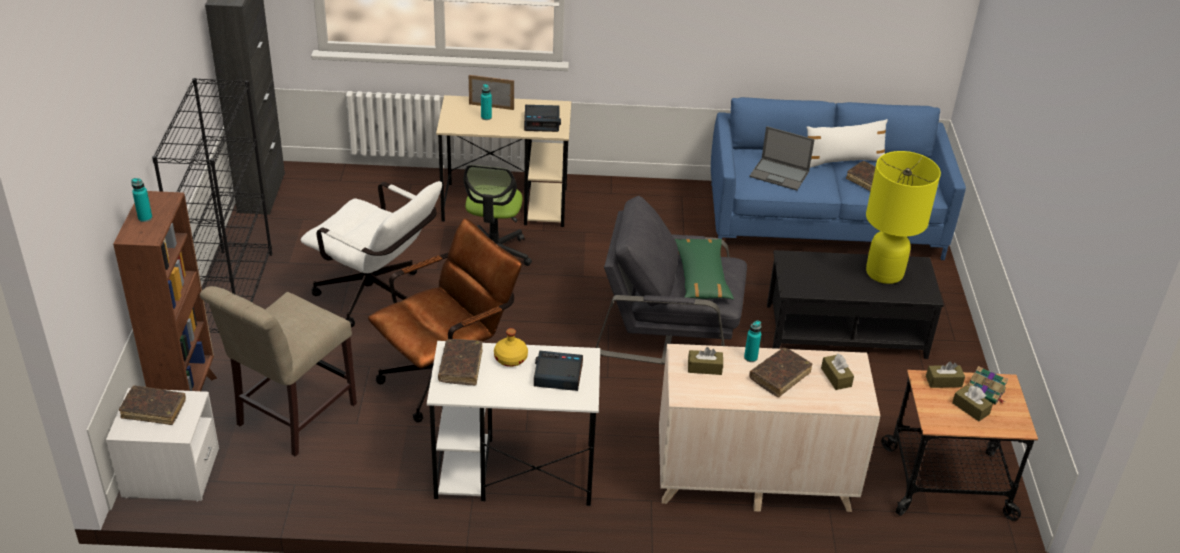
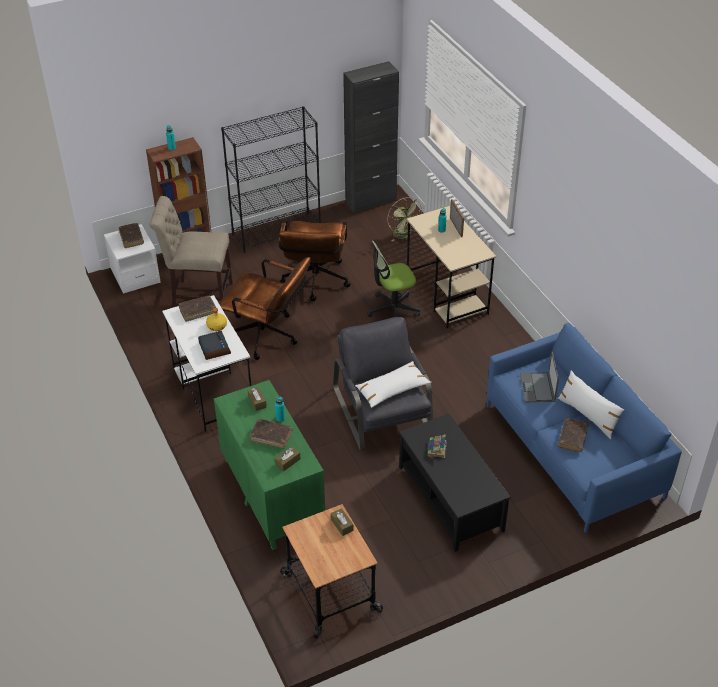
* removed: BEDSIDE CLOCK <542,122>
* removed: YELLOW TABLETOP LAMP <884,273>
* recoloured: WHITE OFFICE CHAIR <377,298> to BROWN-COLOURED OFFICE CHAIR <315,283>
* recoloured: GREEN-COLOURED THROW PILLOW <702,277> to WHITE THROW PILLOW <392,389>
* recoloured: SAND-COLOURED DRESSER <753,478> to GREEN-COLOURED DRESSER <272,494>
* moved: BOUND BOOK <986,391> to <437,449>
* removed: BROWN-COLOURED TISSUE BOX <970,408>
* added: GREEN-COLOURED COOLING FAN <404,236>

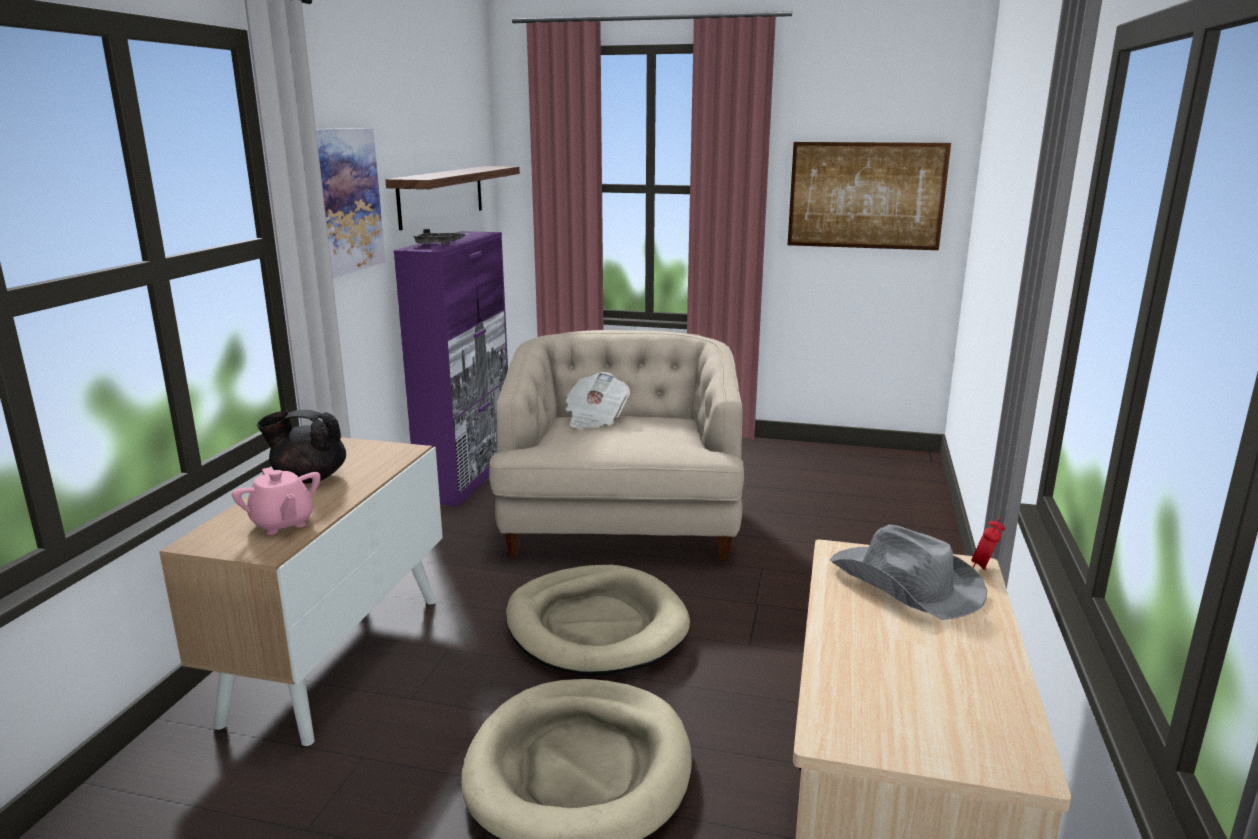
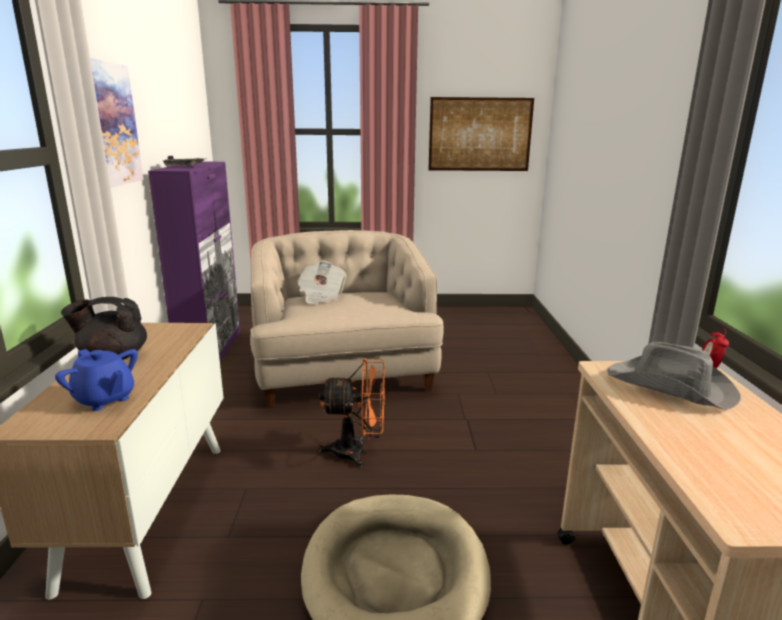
* removed: SHELF <442,195>
* recoloured: PINK-COLOURED POT FOR TEA <282,523> to BLUE POT FOR TEA <104,399>
* replaced: SAND-COLOURED DOG CUSHION <596,626> to ORANGEY COOLING FAN <357,452>

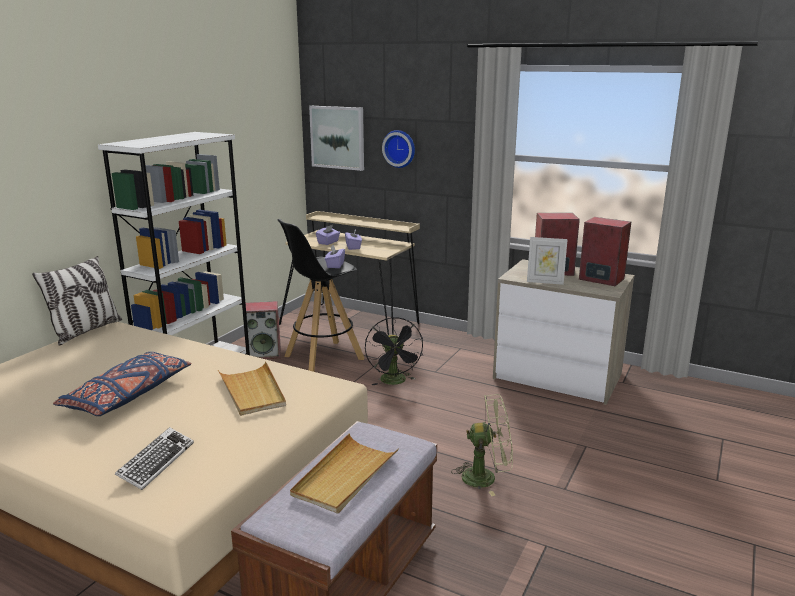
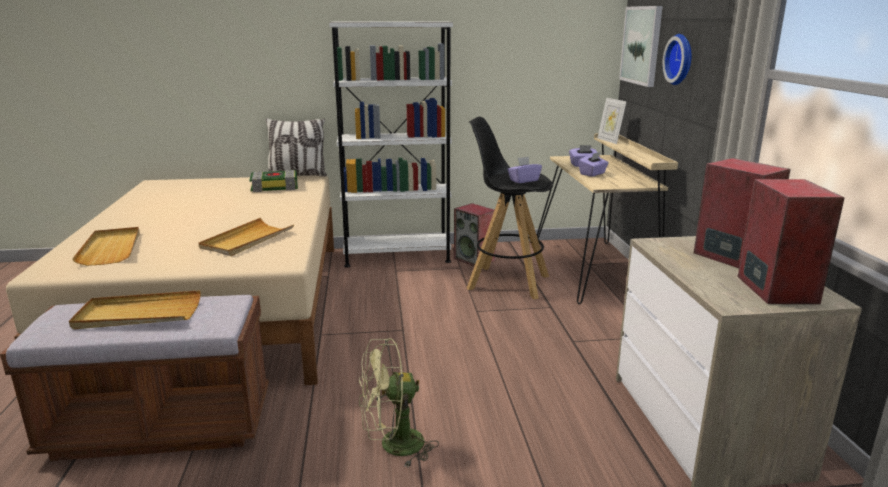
* moved: PICTURE FRAME <545,282> to <609,141>
* removed: BLACKISH COOLING FAN <395,382>
* removed: BLUE THROW PILLOW <128,395>
* turned: GREEN-COLOURED COOLING FAN <486,477> = <393,446> 105 degrees clockwise
* replaced: KEYBOARD <156,462> to SAND-COLOURED CARRYING TRAY <111,249>
* added: BOUND BOOK <275,186>

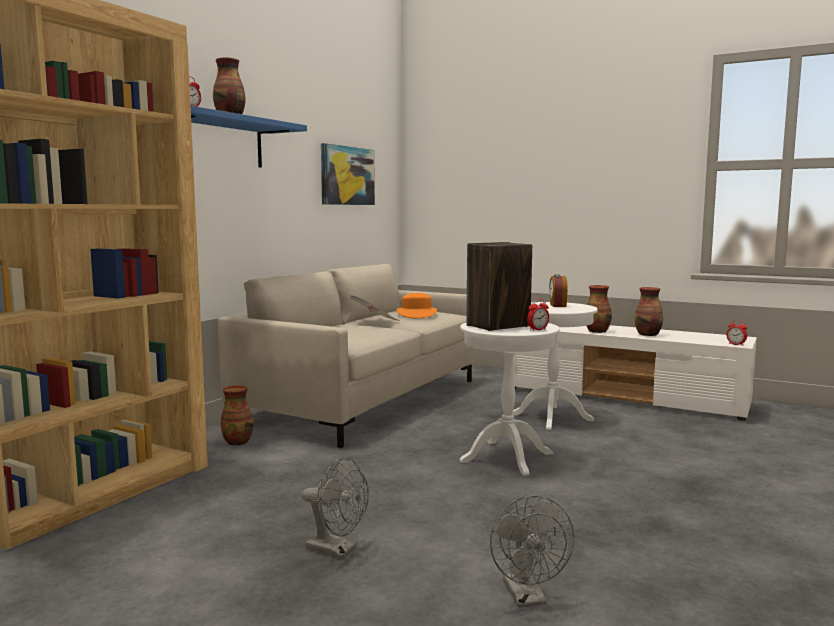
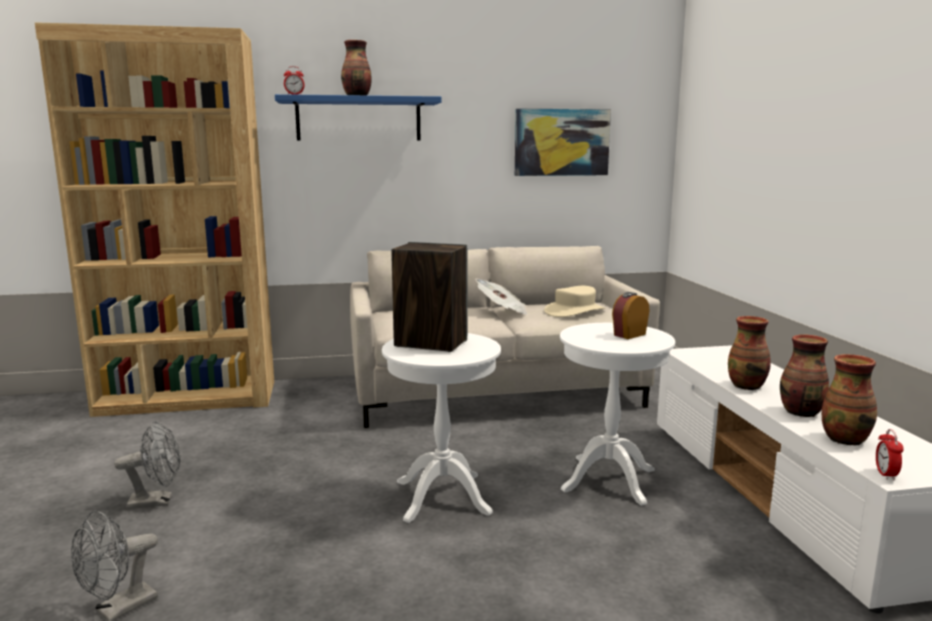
* recoloured: ORANGEY HAT <416,314> to SAND-COLOURED HAT <574,311>
* removed: BEDSIDE CLOCK <537,330>
* moved: FLOWER VASE <238,442> to <845,439>
* turned: GRAY COOLING FAN <337,550> = <157,501> 90 degrees counterclockwise

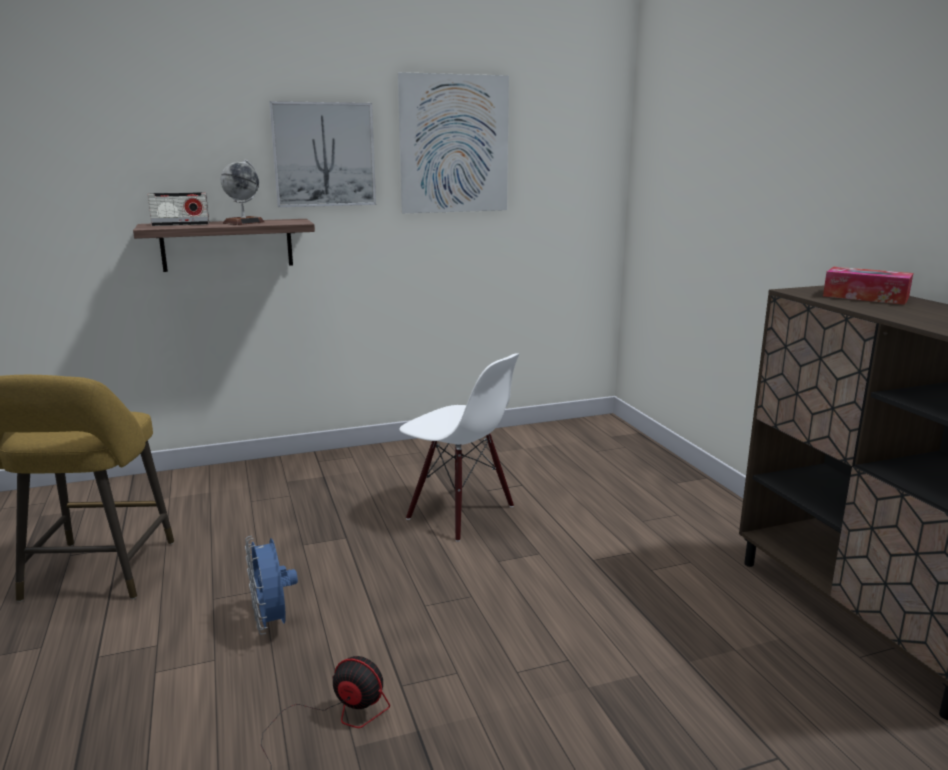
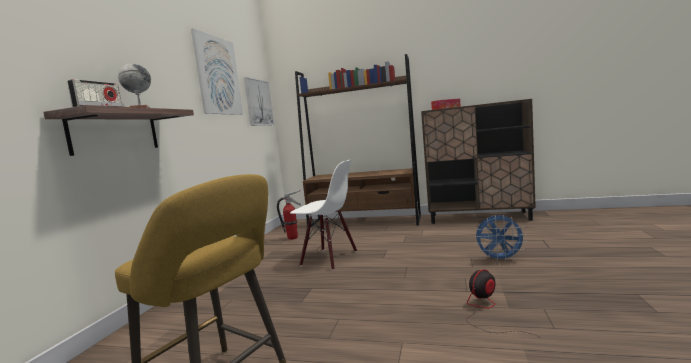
* moved: PICTURE <324,155> to <258,102>
* turned: WHITE UPRIGHT CHAIR <460,513> = <329,258> 45 degrees clockwise
* moved: BLUE COOLING FAN <272,623> to <500,259>
* added: BROWN-COLOURED SHELVING UNIT <364,222>
* added: FIRE EXTINGUISHER <293,238>

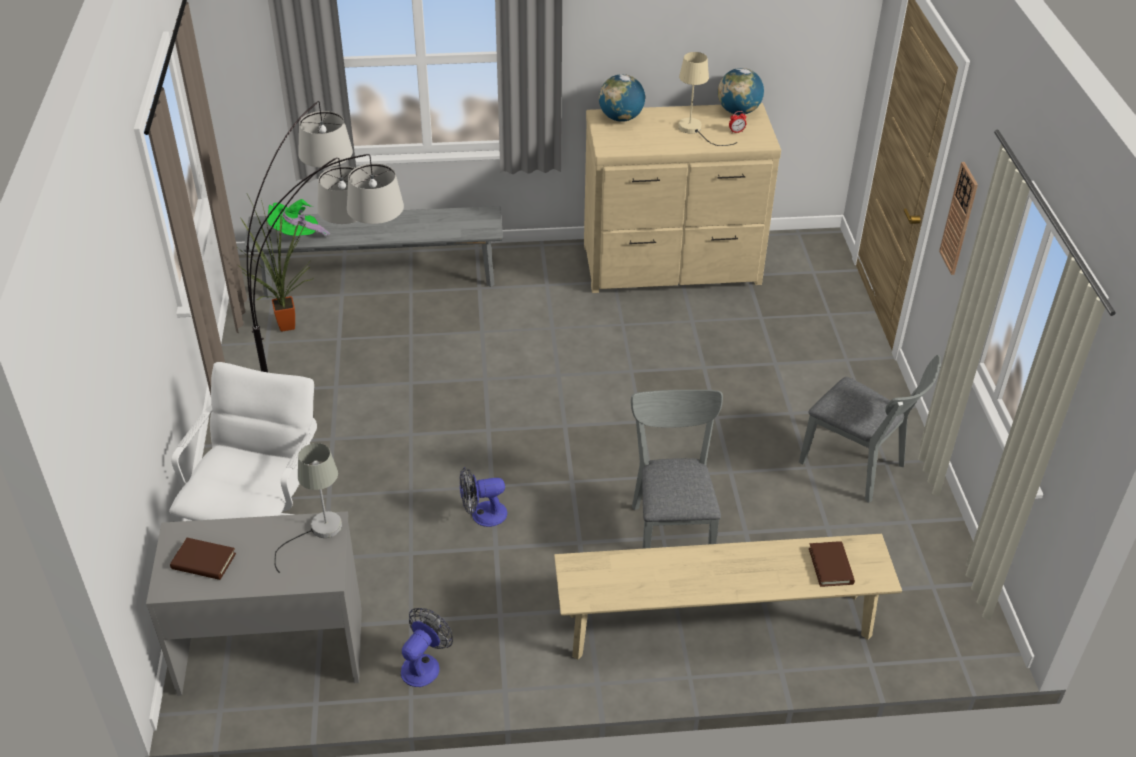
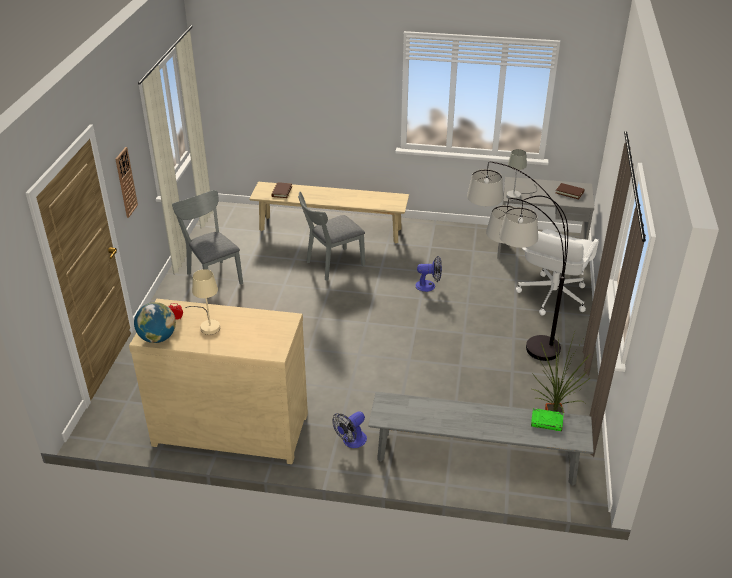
* removed: GLOBE <621,118>
* replaced: GREEN-COLOURED HAT <297,236> to GREEN-COLOURED BOUND BOOK <547,422>
* turned: GRAY UPRIGHT CHAIR <671,530> = <331,265> 45 degrees clockwise
* moved: COOLING FAN <424,664> to <351,441>

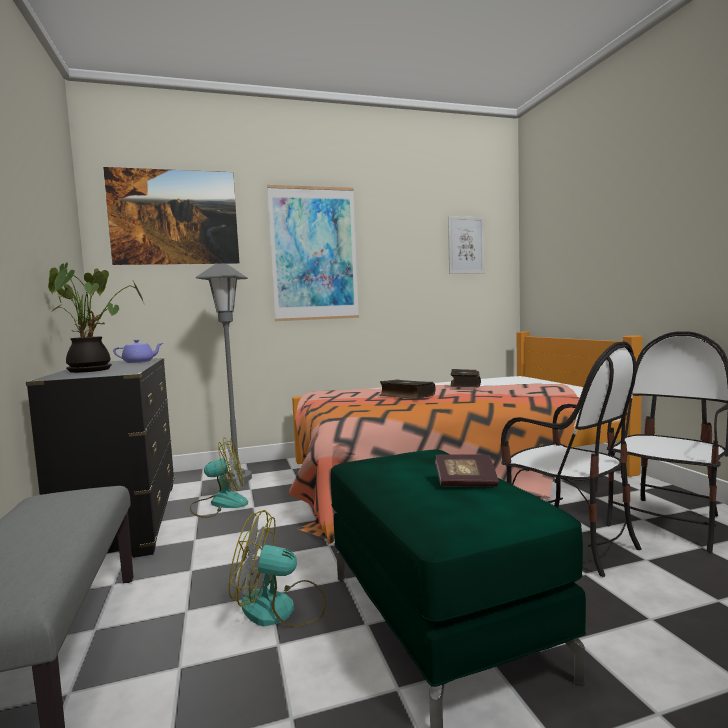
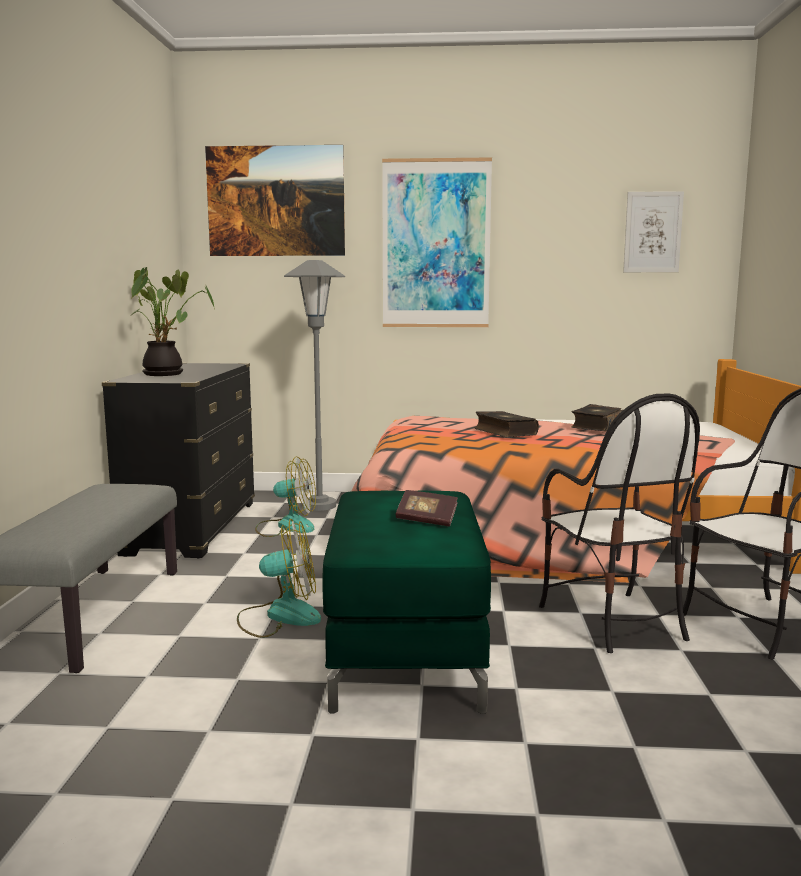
* removed: PURPLE-COLOURED POT FOR TEA <139,362>
* turned: COOLING FAN <281,608> = <280,616> 150 degrees clockwise

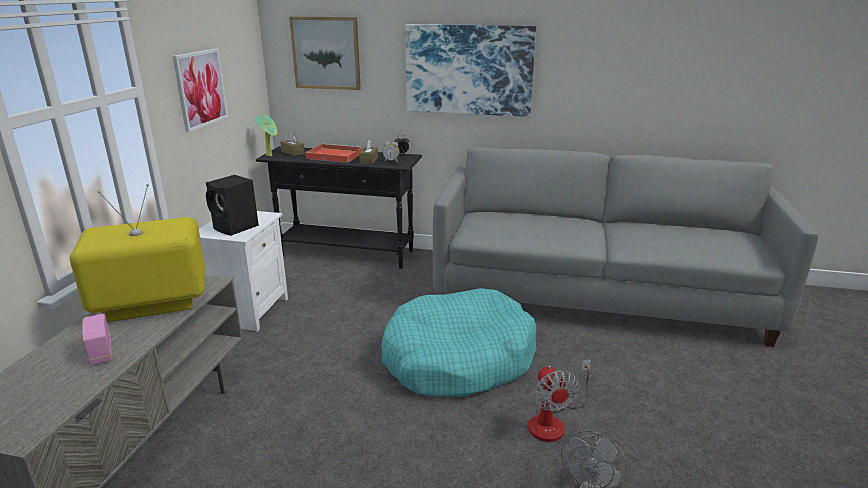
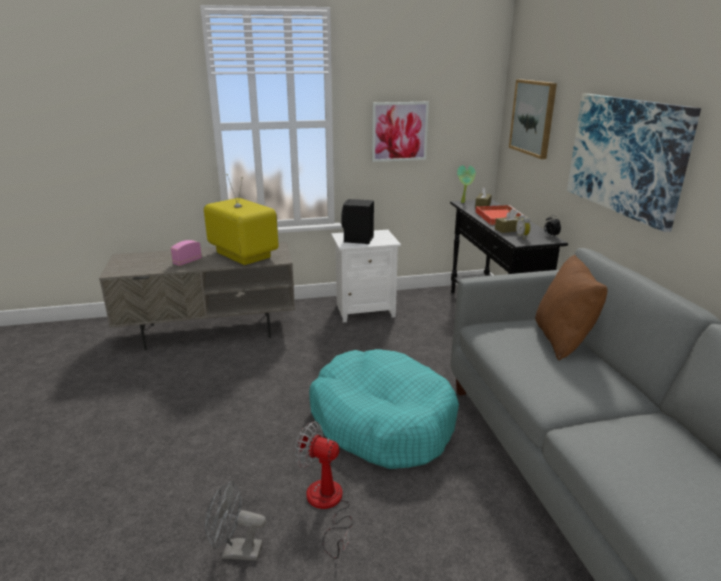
* turned: COOLING FAN <553,421> = <327,505> 60 degrees clockwise
* added: BROWN-COLOURED THROW PILLOW <563,340>

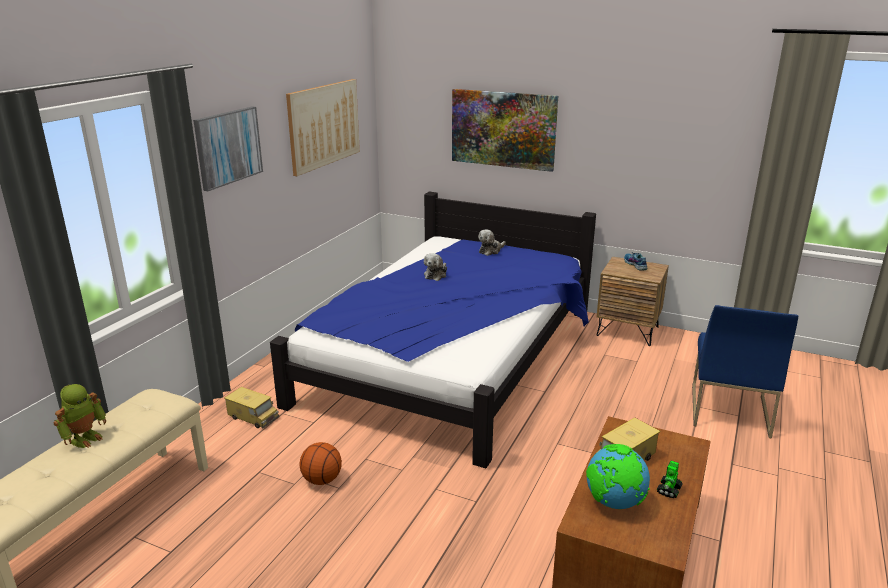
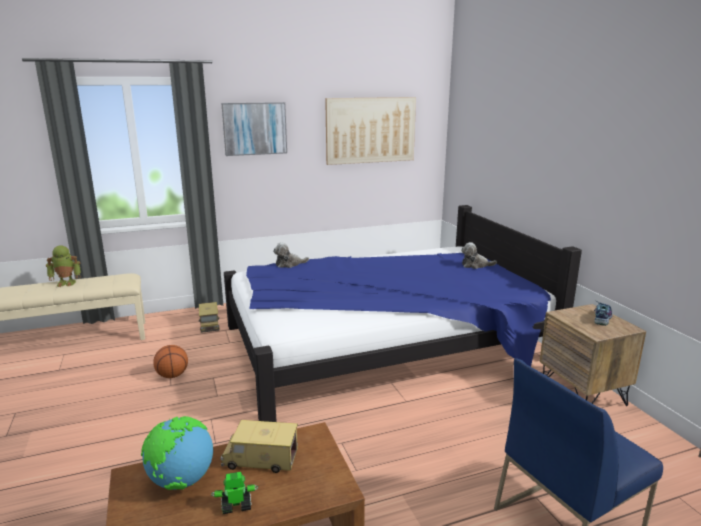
* removed: PICTURE <503,129>
* moved: PLUSH TOY <436,275> to <289,264>

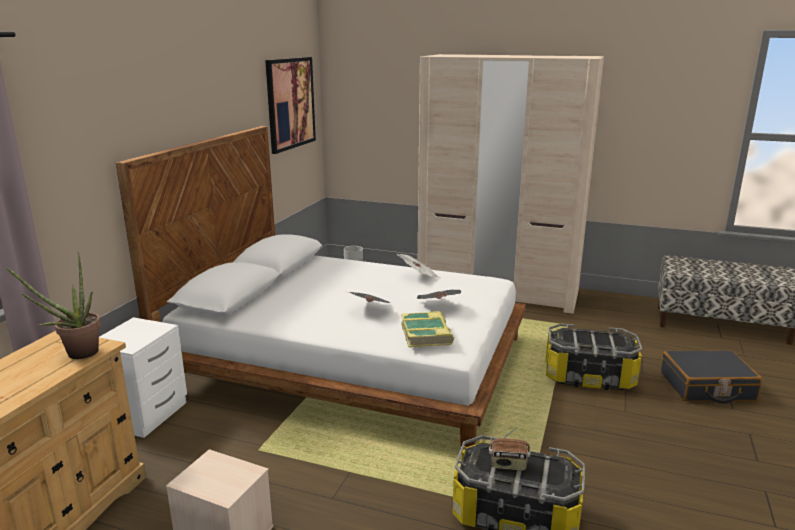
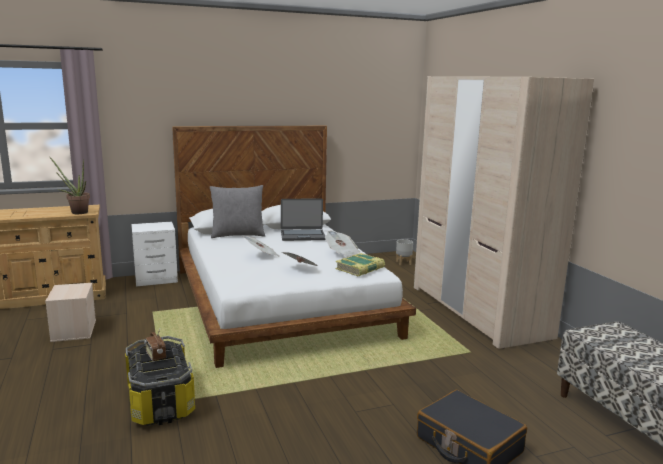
* removed: PICTURE <290,103>
* moved: BOUND BOOK <426,334> to <360,269>
* removed: STORAGE CONTAINER <589,377>
* added: GRAY THROW PILLOW <238,235>
* added: PORTABLE COMPUTER <302,236>

